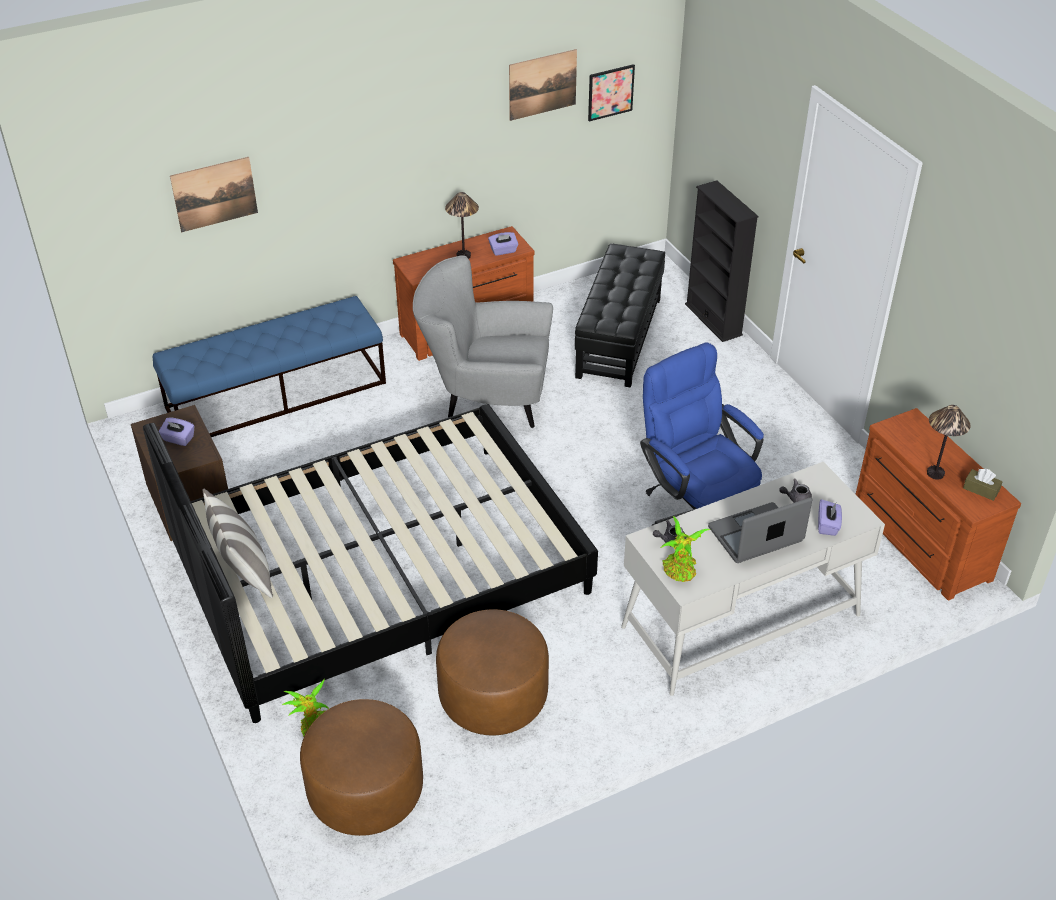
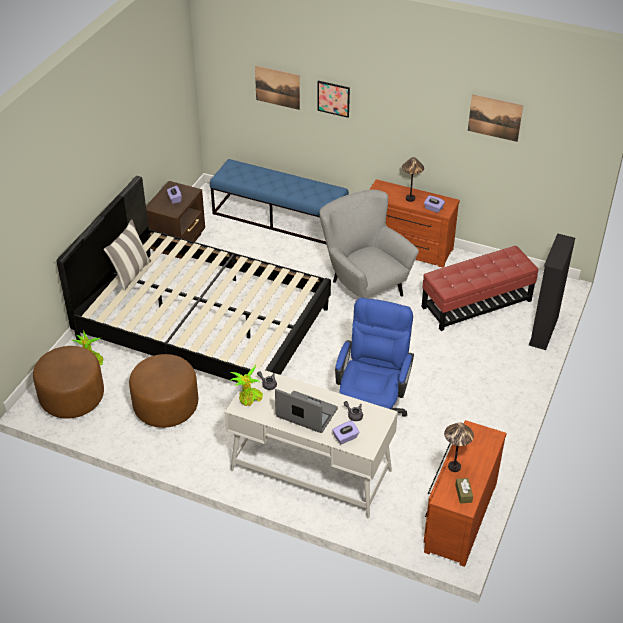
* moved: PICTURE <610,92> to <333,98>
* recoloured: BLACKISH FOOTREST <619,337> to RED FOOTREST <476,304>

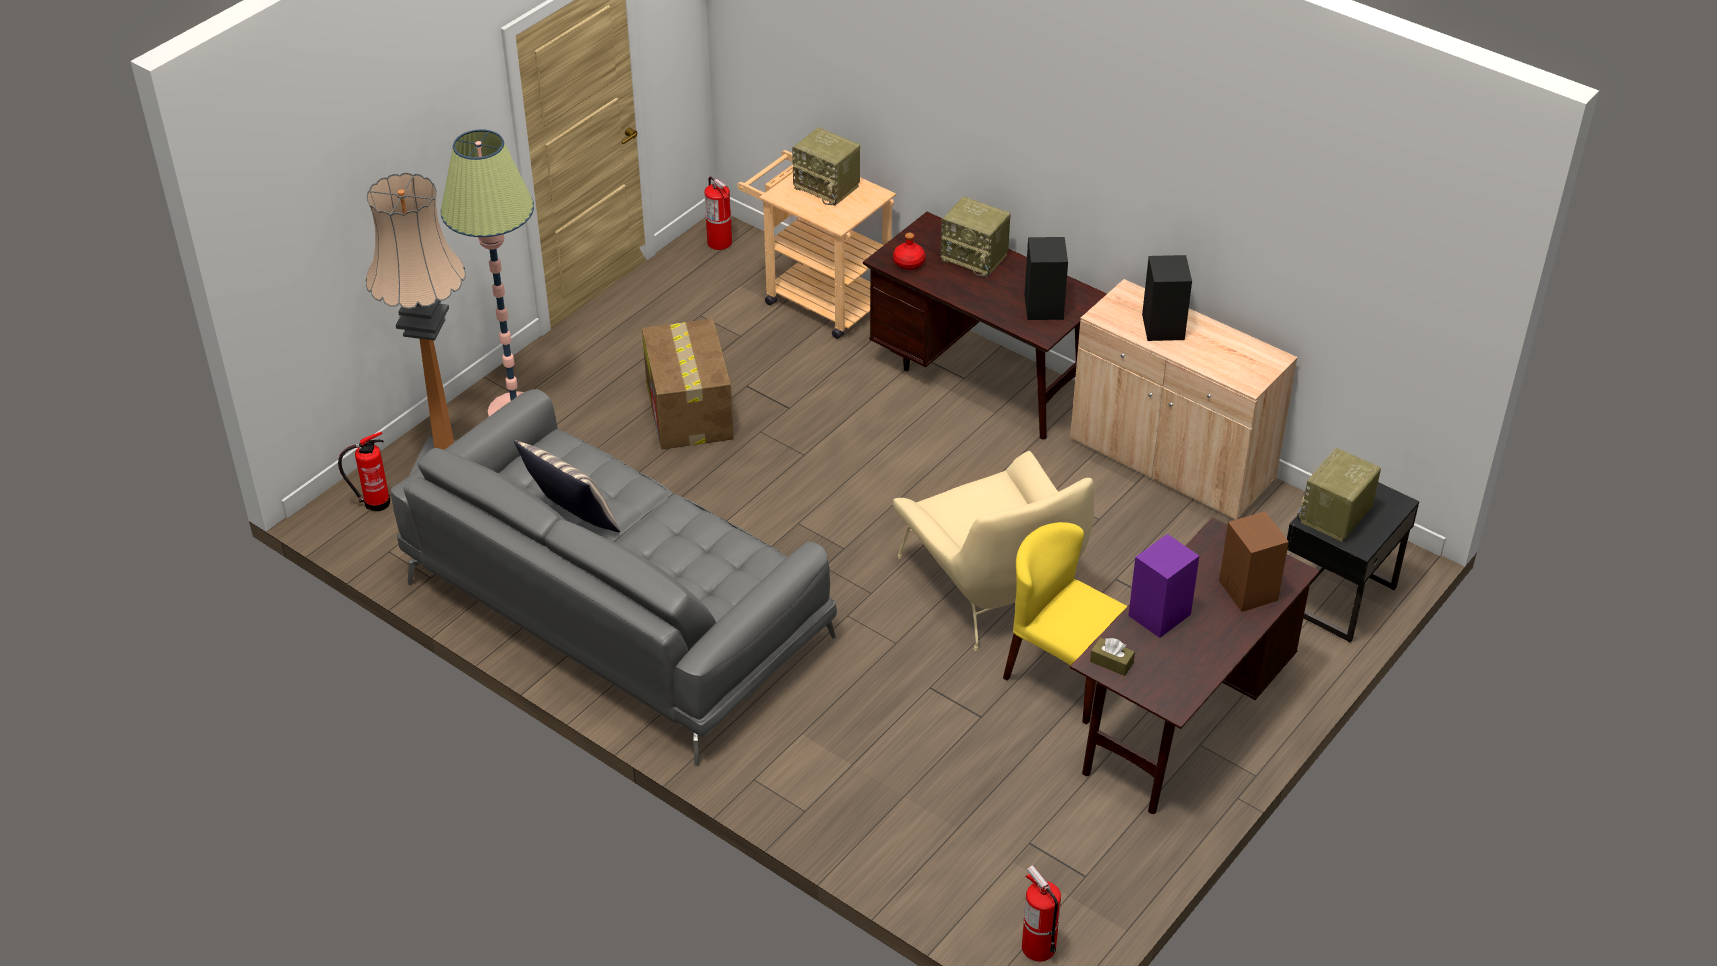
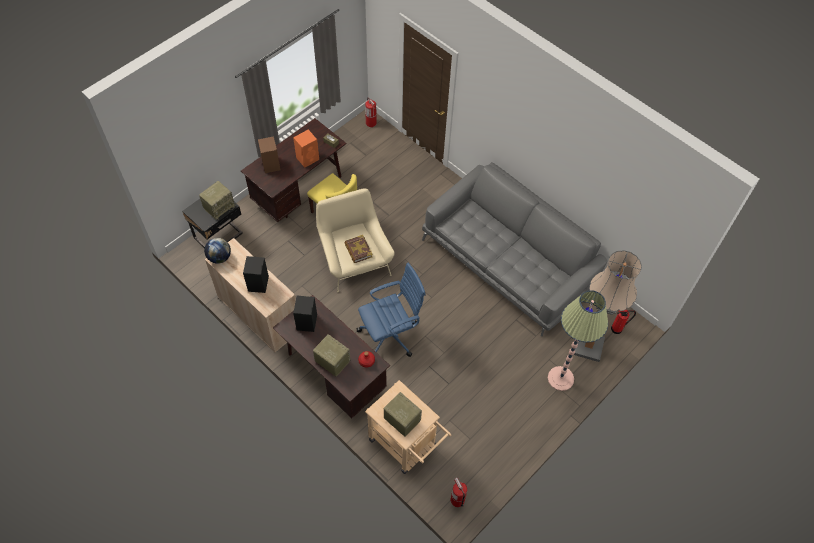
* removed: PACKING BOX <689,411>
* removed: THROW PILLOW <572,520>
* recoloured: PURPLE-COLOURED LOUDSPEAKER <1158,615> to ORANGEY LOUDSPEAKER <308,158>
* added: BOUND BOOK <358,250>
* added: GLOBE <219,257>
* added: BLUE OFFICE CHAIR <391,335>

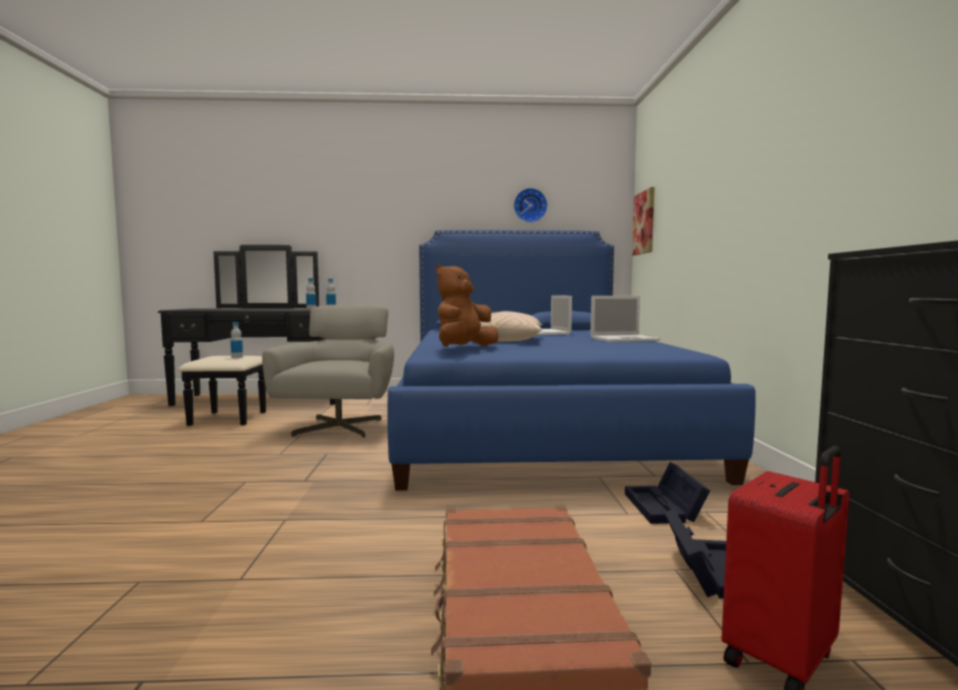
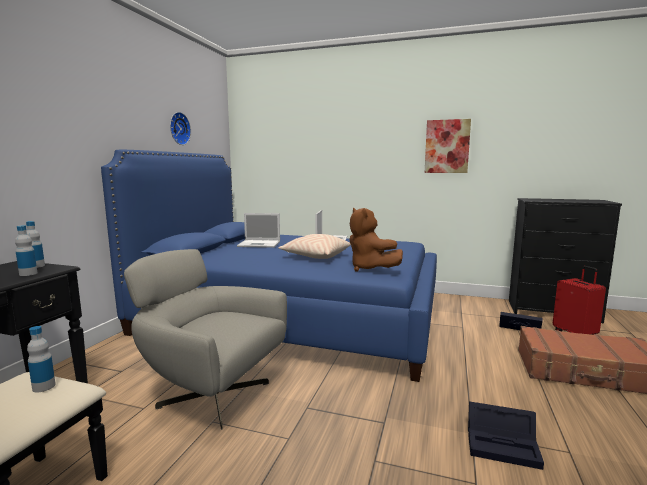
* moved: PICTURE <644,223> to <447,146>
* moved: BLACKISH STORAGE CONTAINER <665,508> to <504,445>

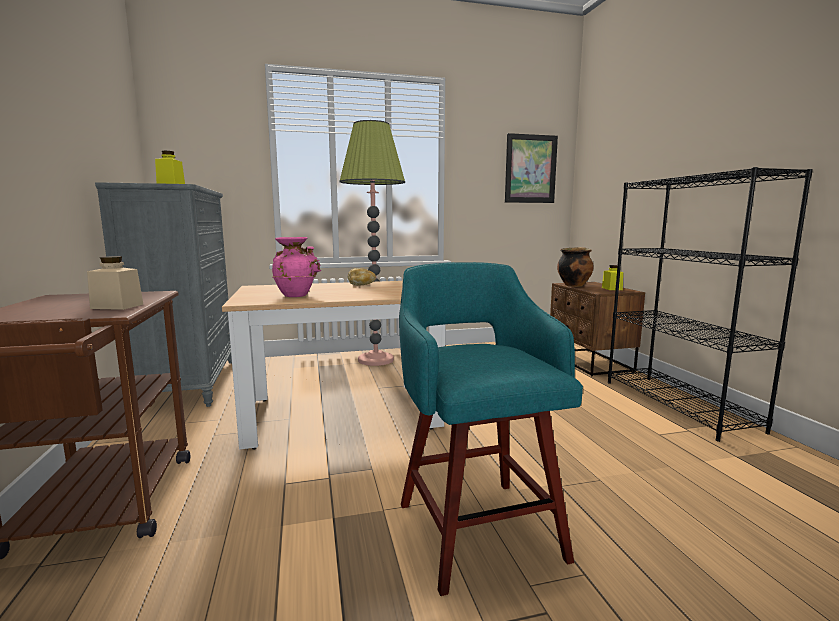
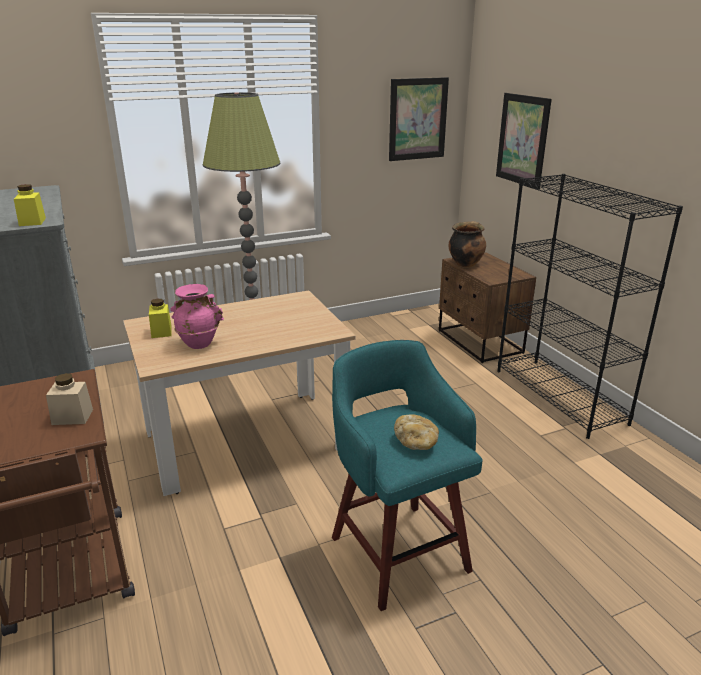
* moved: YELLOW JAR <612,289> to <161,332>
* moved: BREAD <361,285> to <416,442>
* added: PICTURE <522,140>

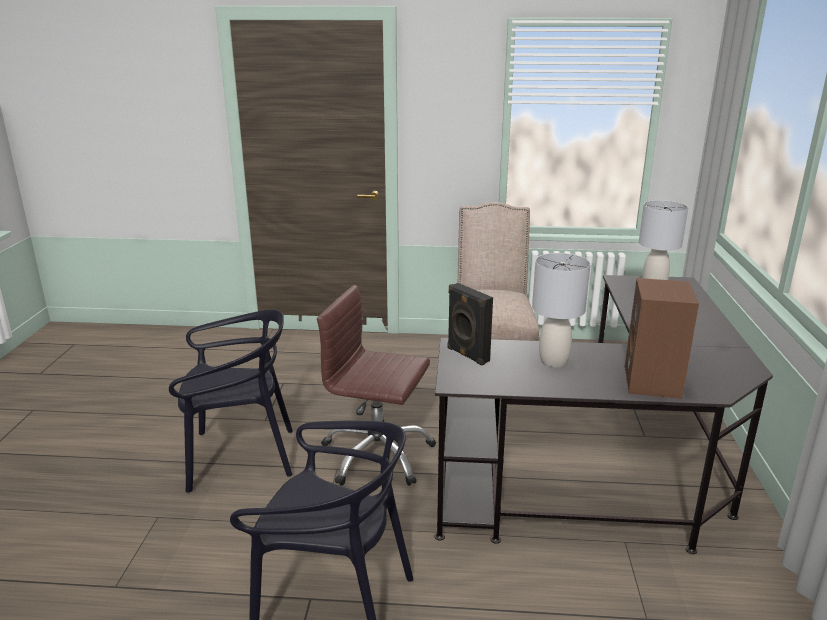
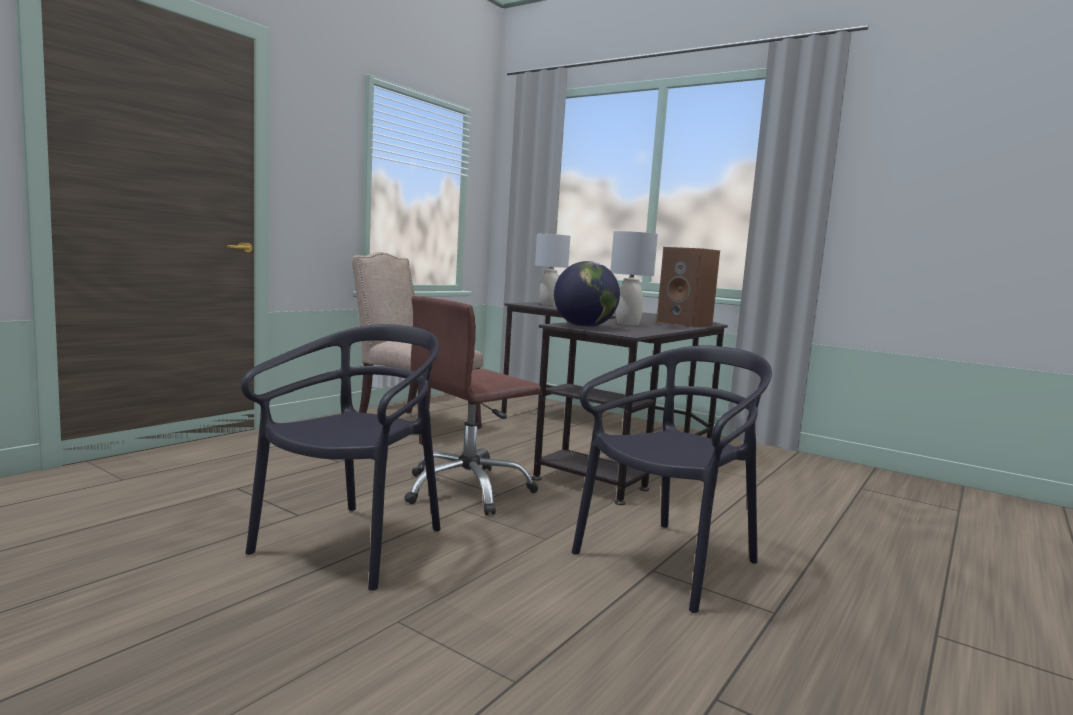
* replaced: BLACKISH LOUDSPEAKER <467,355> to GLOBE <584,327>

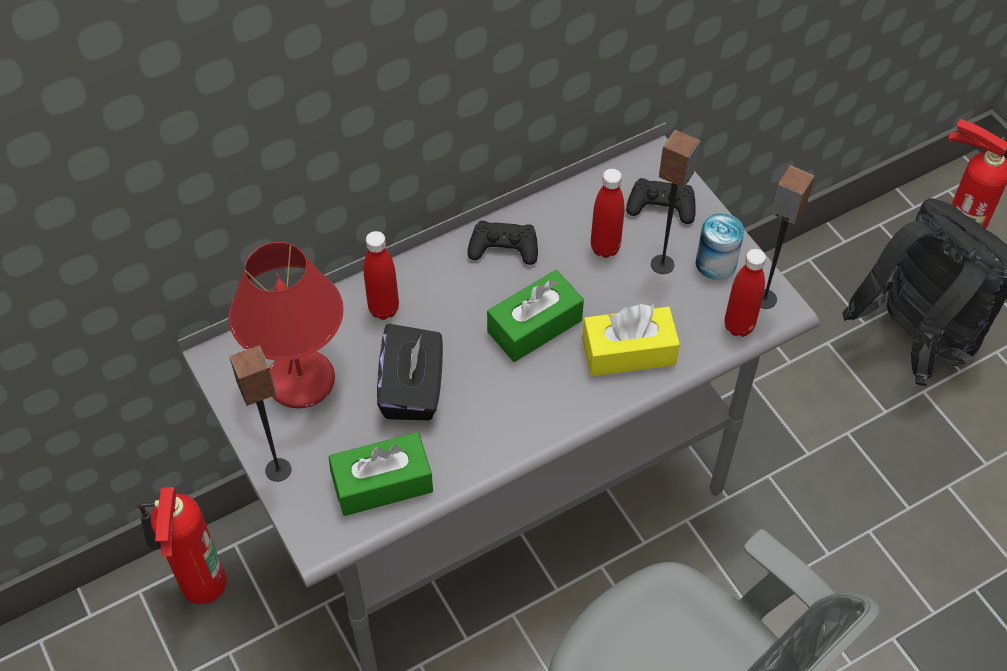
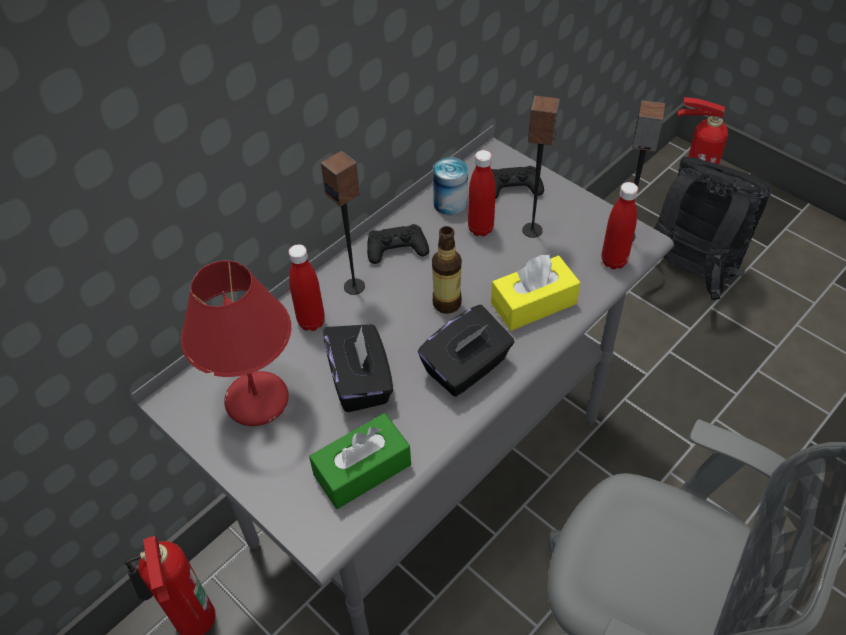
* moved: CAN <716,263> to <450,203>
* replaced: GREEN-COLOURED TISSUE BOX <534,326> to BEVERAGE BOTTLE <447,303>
* moved: LOUDSPEAKER <279,470> to <354,286>
* added: BLACKISH TISSUE BOX <466,368>

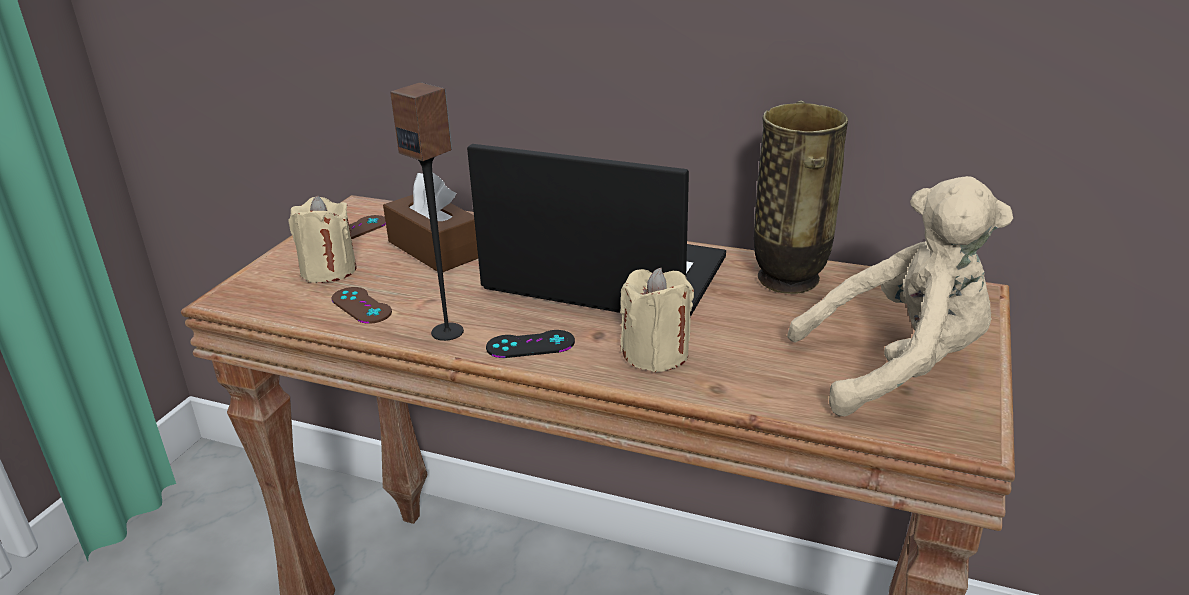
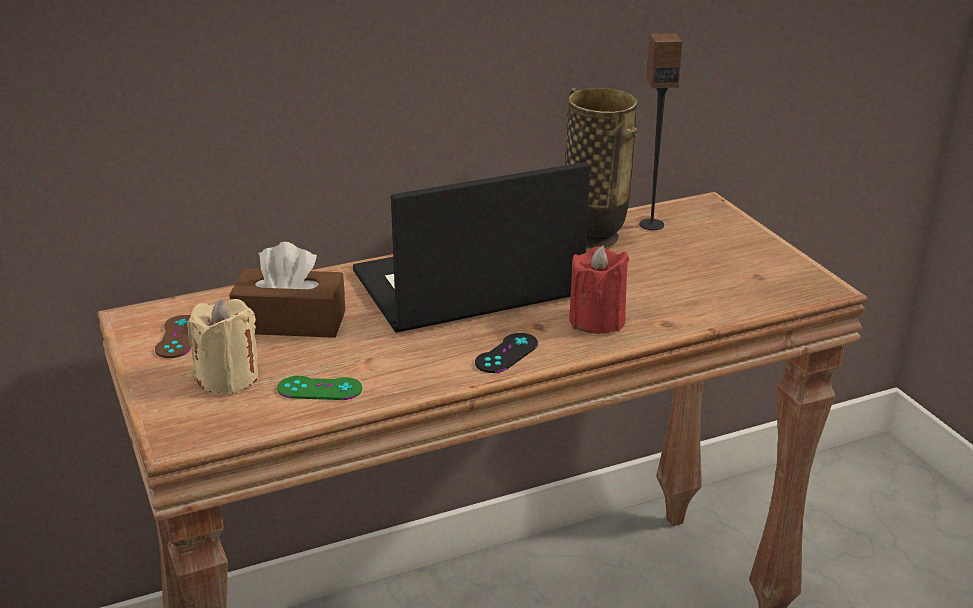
* moved: LOUDSPEAKER <448,332> to <651,224>
* removed: SAND-COLOURED PLUSH TOY <897,367>
* recoloured: SAND-COLOURED WAX CANDLE <656,354> to RED WAX CANDLE <597,321>
* recoloured: BROWN-COLOURED JOYPAD <361,305> to GREEN-COLOURED JOYPAD <319,389>

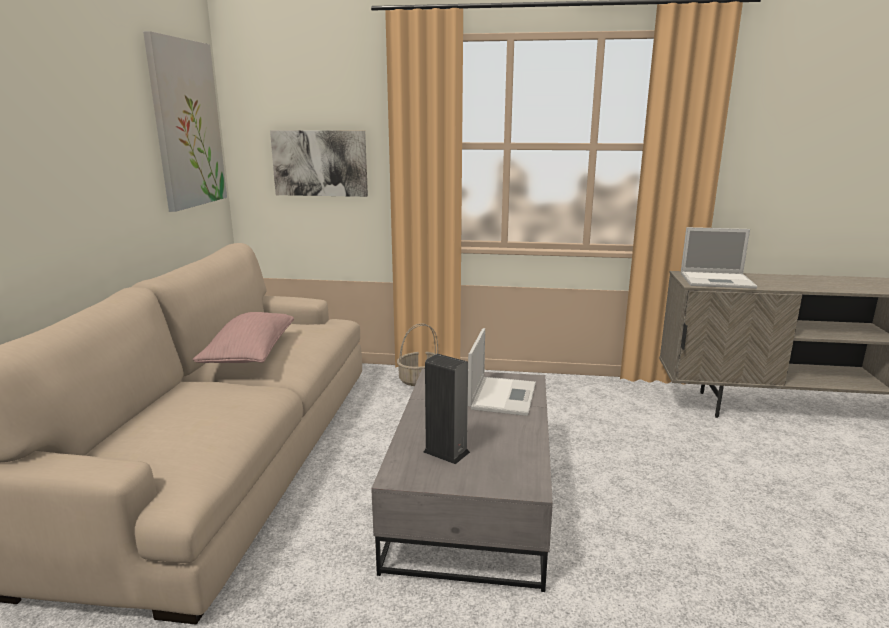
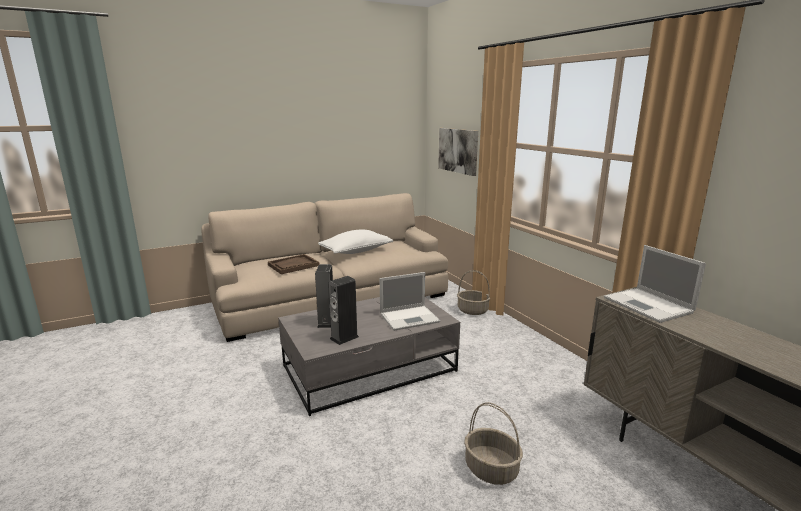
* removed: PICTURE <187,124>
* recoloured: PINK-COLOURED THROW PILLOW <250,354> to WHITE THROW PILLOW <356,251>
* added: BROWN-COLOURED CARRYING TRAY <293,265>
* added: LOUDSPEAKER <344,338>
* added: STORAGE BASKET <492,469>

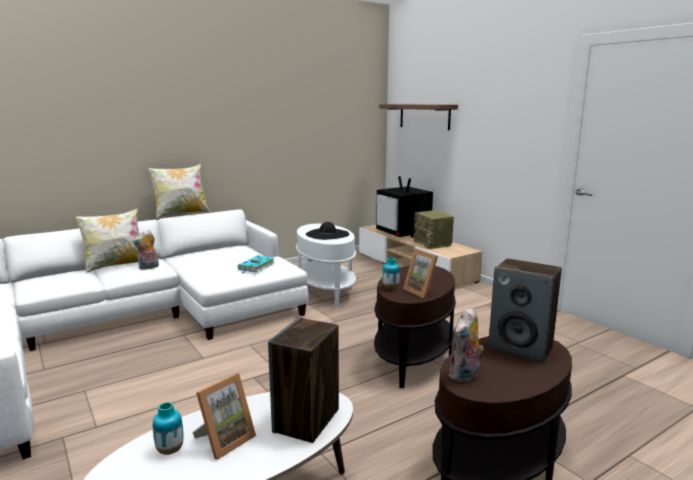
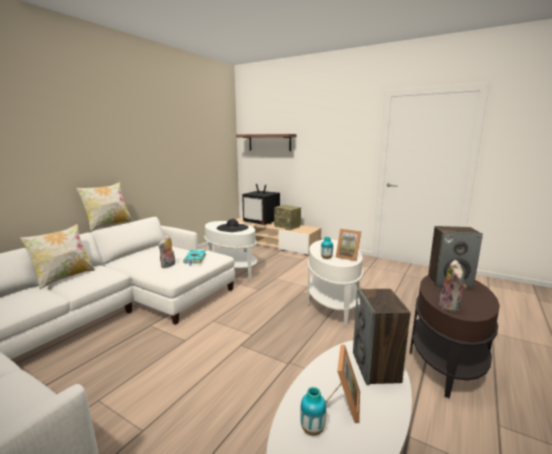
* moved: PLUSH TOY <148,268> to <168,265>
* recoloured: BROWN-COLOURED SIDE TABLE <413,358> to WHITE SIDE TABLE <332,304>

